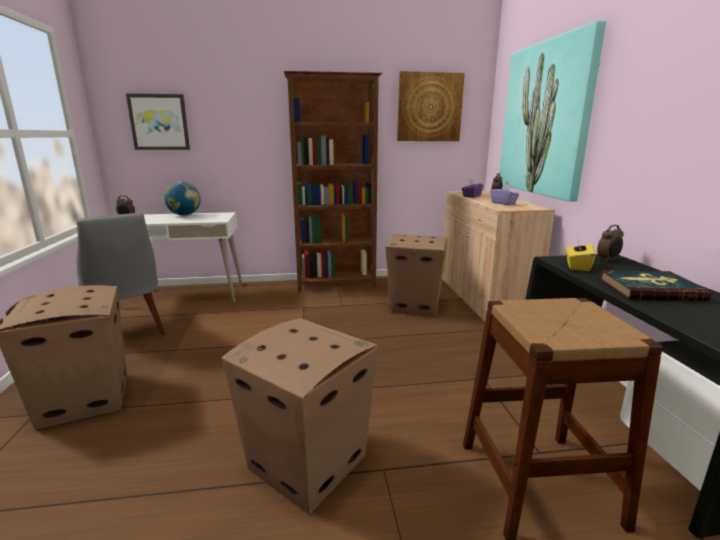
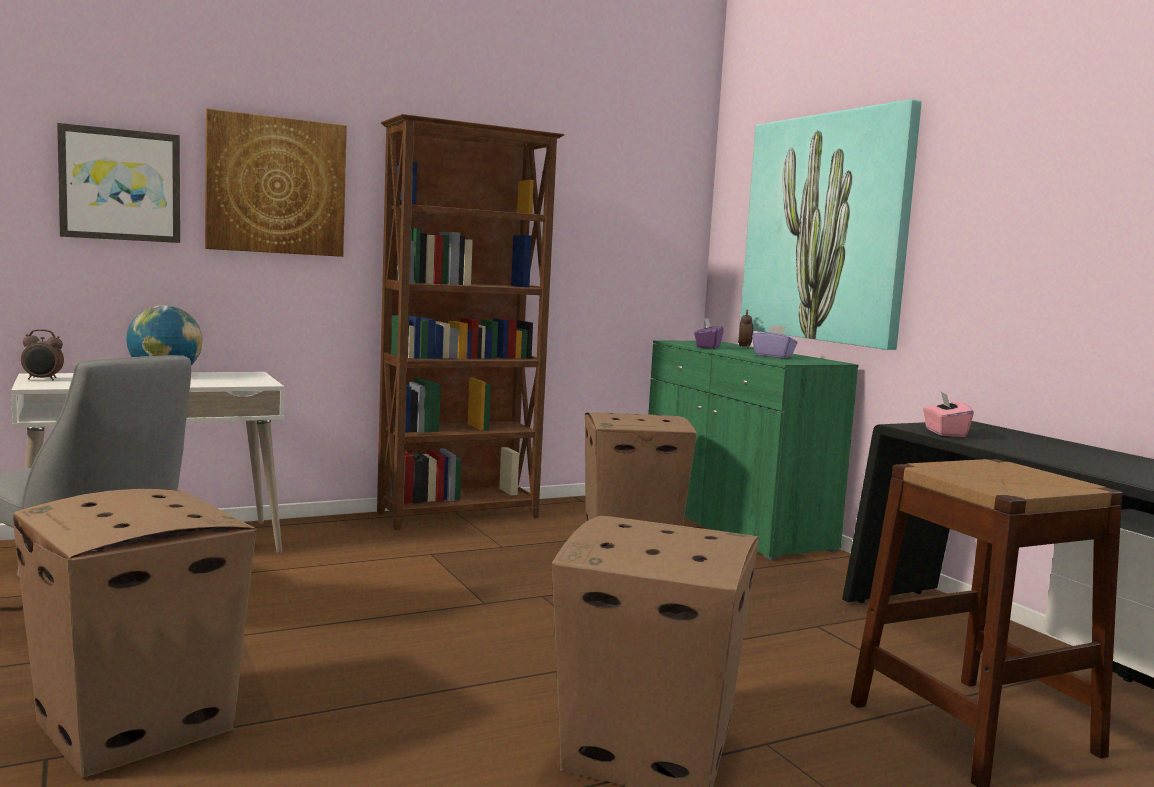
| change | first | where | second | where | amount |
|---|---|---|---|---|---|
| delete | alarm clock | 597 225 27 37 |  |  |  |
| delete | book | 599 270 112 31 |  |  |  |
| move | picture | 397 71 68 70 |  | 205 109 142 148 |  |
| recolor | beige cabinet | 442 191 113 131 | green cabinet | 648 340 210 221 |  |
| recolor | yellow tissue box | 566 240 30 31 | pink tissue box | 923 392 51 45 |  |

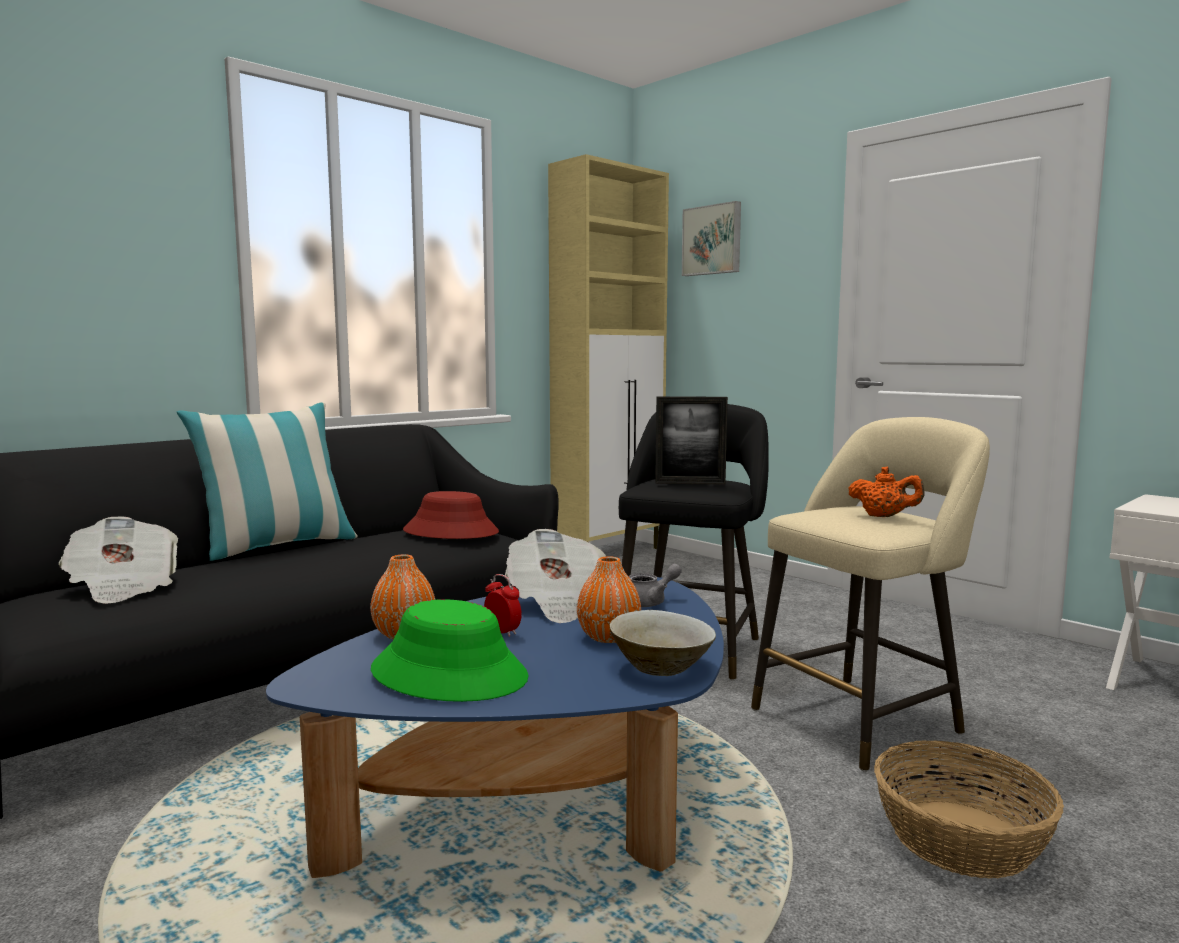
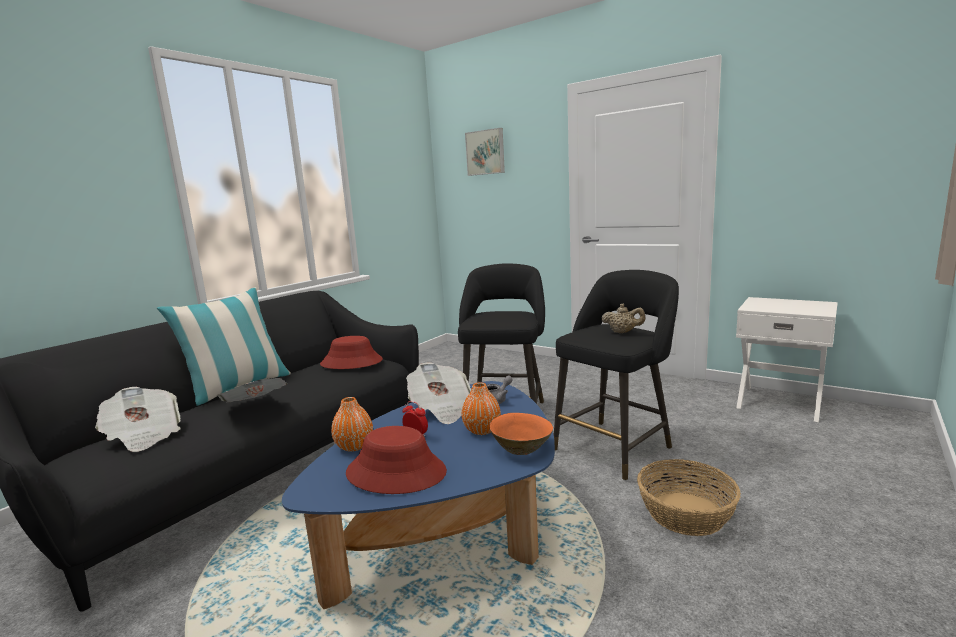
| change | first | where | second | where | amount |
|---|---|---|---|---|---|
| delete | beige cabinet | 548 154 121 395 |  |  |  |
| delete | picture frame | 655 396 73 89 |  |  |  |
| insert |  |  | newspaper | 216 378 72 24 |  |
| recolor | green hat | 371 599 158 103 | red hat | 346 426 101 68 |  |
| recolor | beige bowl | 609 610 107 66 | orange bowl | 489 413 64 42 |  |
| recolor | beige stool | 751 417 239 355 | black stool | 554 270 125 211 |  |
| recolor | orange teapot | 848 467 77 50 | beige teapot | 601 303 44 30 |  |

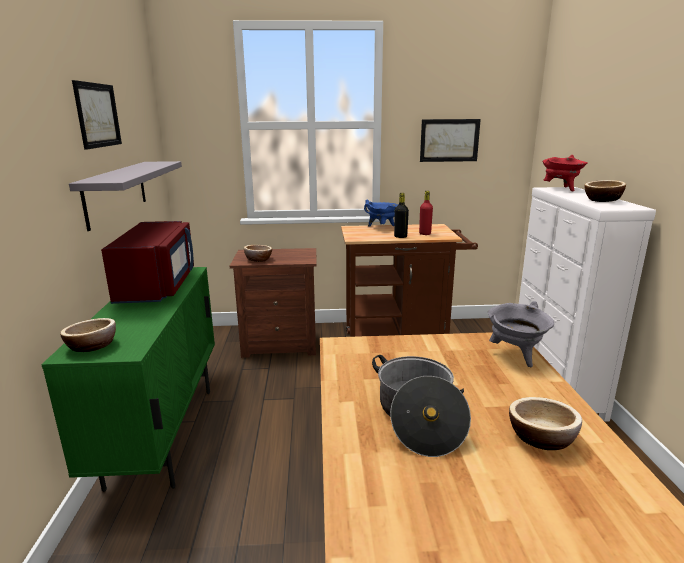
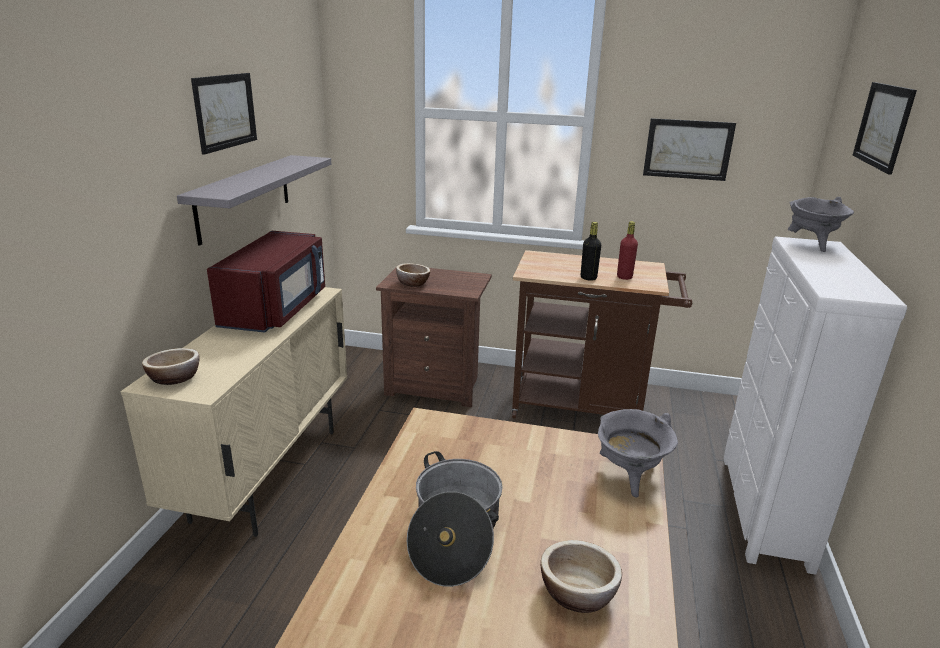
| change | first | where | second | where | amount |
|---|---|---|---|---|---|
| delete | blue cooking pot | 364 199 35 27 |  |  |  |
| delete | bowl | 584 180 42 22 |  |  |  |
| insert |  |  | picture | 852 82 65 93 |  |
| recolor | green cabinet | 41 267 174 225 | beige cabinet | 121 287 226 250 |  |
| recolor | red cooking pot | 542 155 46 37 | grey cooking pot | 788 197 66 55 |  |

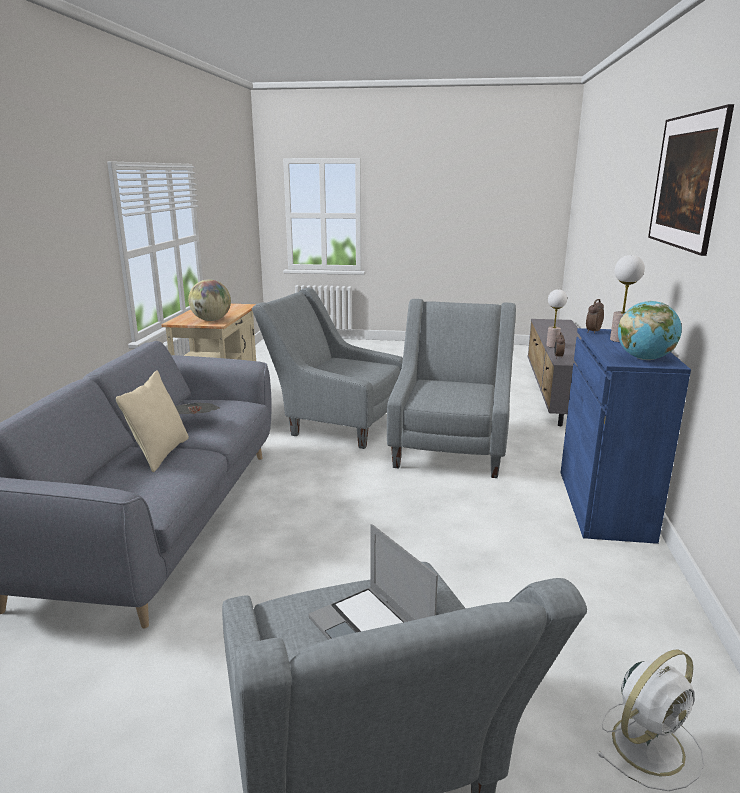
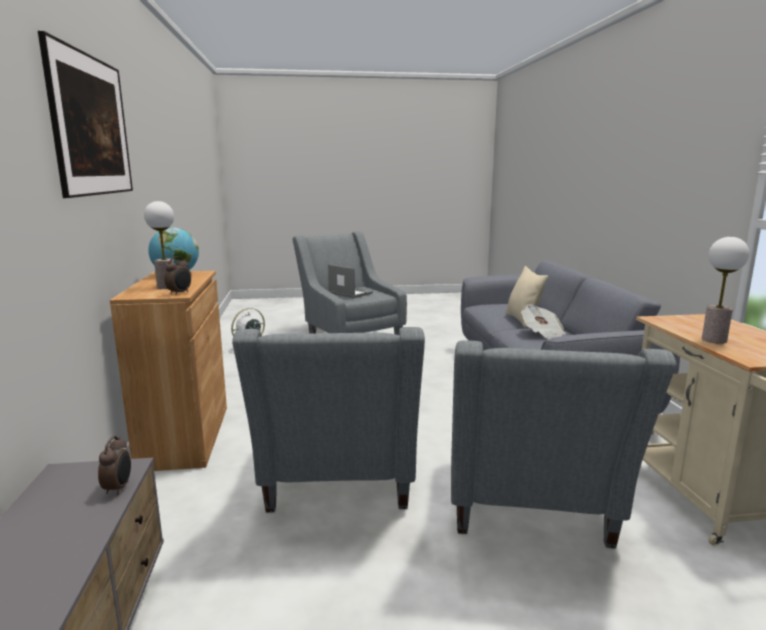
| change | first | where | second | where | amount |
|---|---|---|---|---|---|
| delete | globe | 188 279 43 42 |  |  |  |
| move | table lamp | 546 289 21 59 |  | 702 237 47 107 |  |
| recolor | blue cabinet | 561 328 130 216 | brown cabinet | 110 271 117 200 |  |
| rotate | grey armchair | 252 288 151 161 |  | 451 340 226 208 | 90 degrees clockwise |

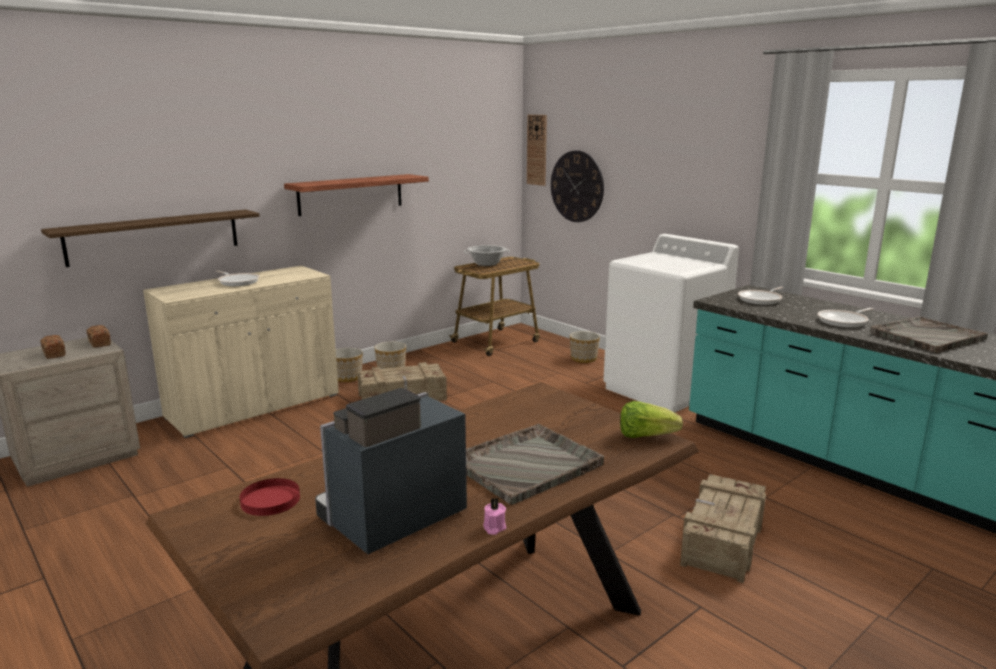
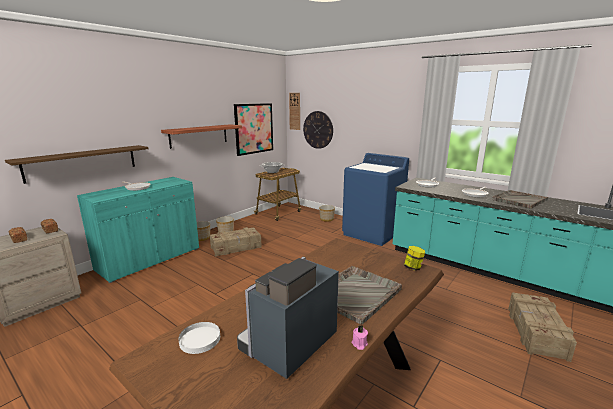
| change | first | where | second | where | amount |
|---|---|---|---|---|---|
| insert |  |  | picture | 234 103 39 53 |  |
| move | crate | 680 474 86 109 |  | 508 293 69 69 |  |
| replace | lettuce | 620 401 63 37 | jar | 404 246 21 25 |  |
| recolor | beige cabinet | 143 265 196 173 | turquoise cabinet | 77 177 122 106 |  |
| recolor | red plate | 240 478 60 38 | white plate | 178 322 42 32 |  |
| recolor | white washing machine | 603 234 136 179 | blue washing machine | 342 153 67 93 |  |

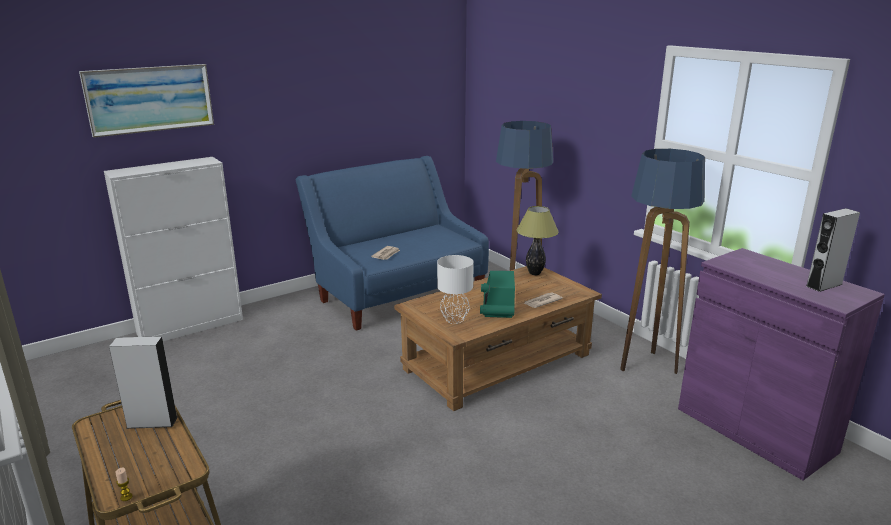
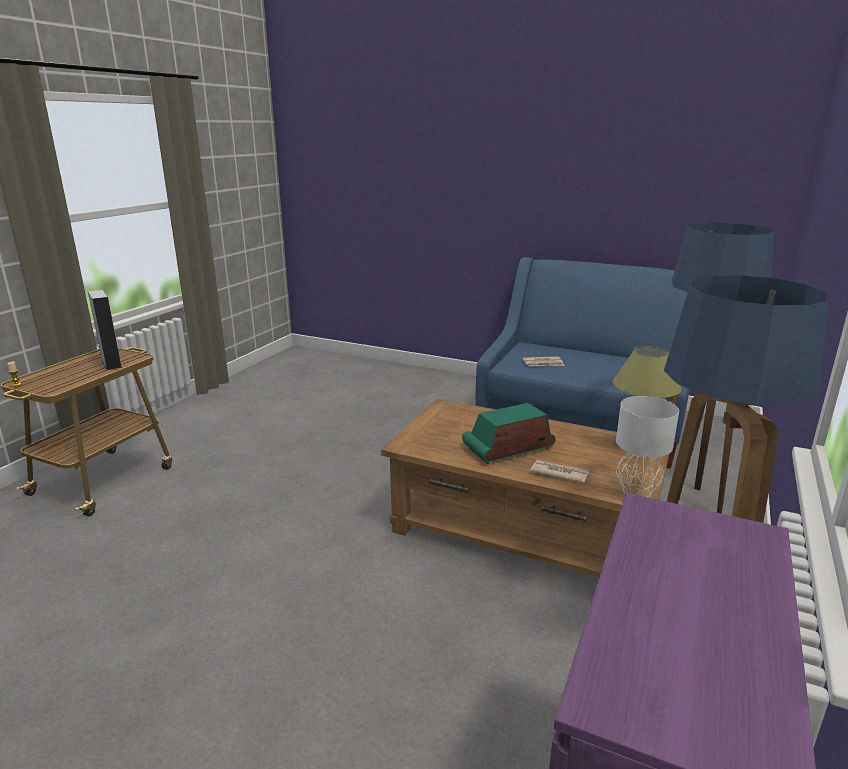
| change | first | where | second | where | amount |
|---|---|---|---|---|---|
| delete | picture | 79 64 135 74 |  |  |  |
| delete | white cabinet | 104 157 139 184 |  |  |  |
| delete | grey speaker | 806 208 54 84 |  |  |  |
| move | white table lamp | 437 255 37 69 |  | 616 396 63 101 |  |

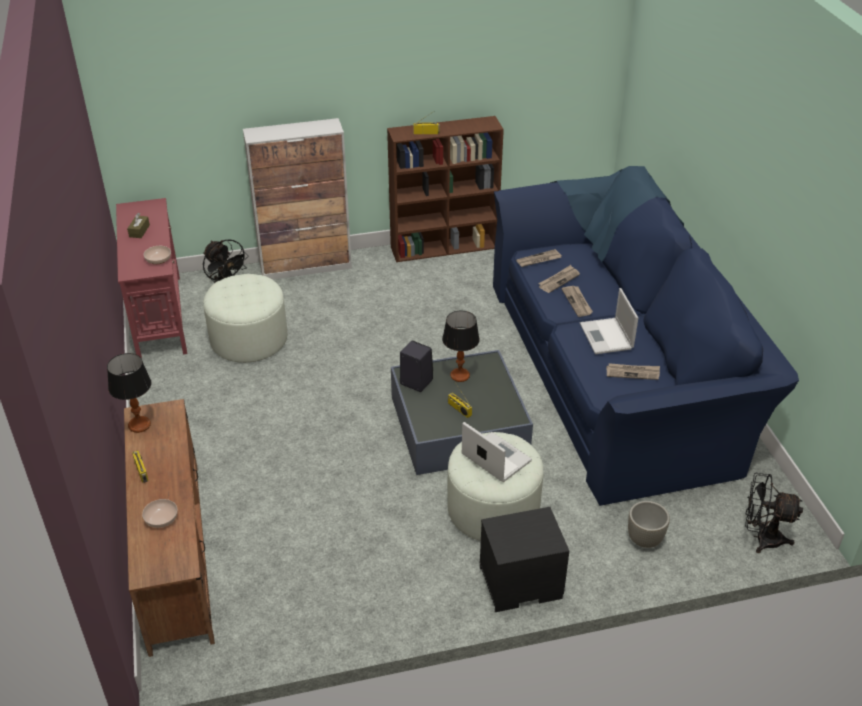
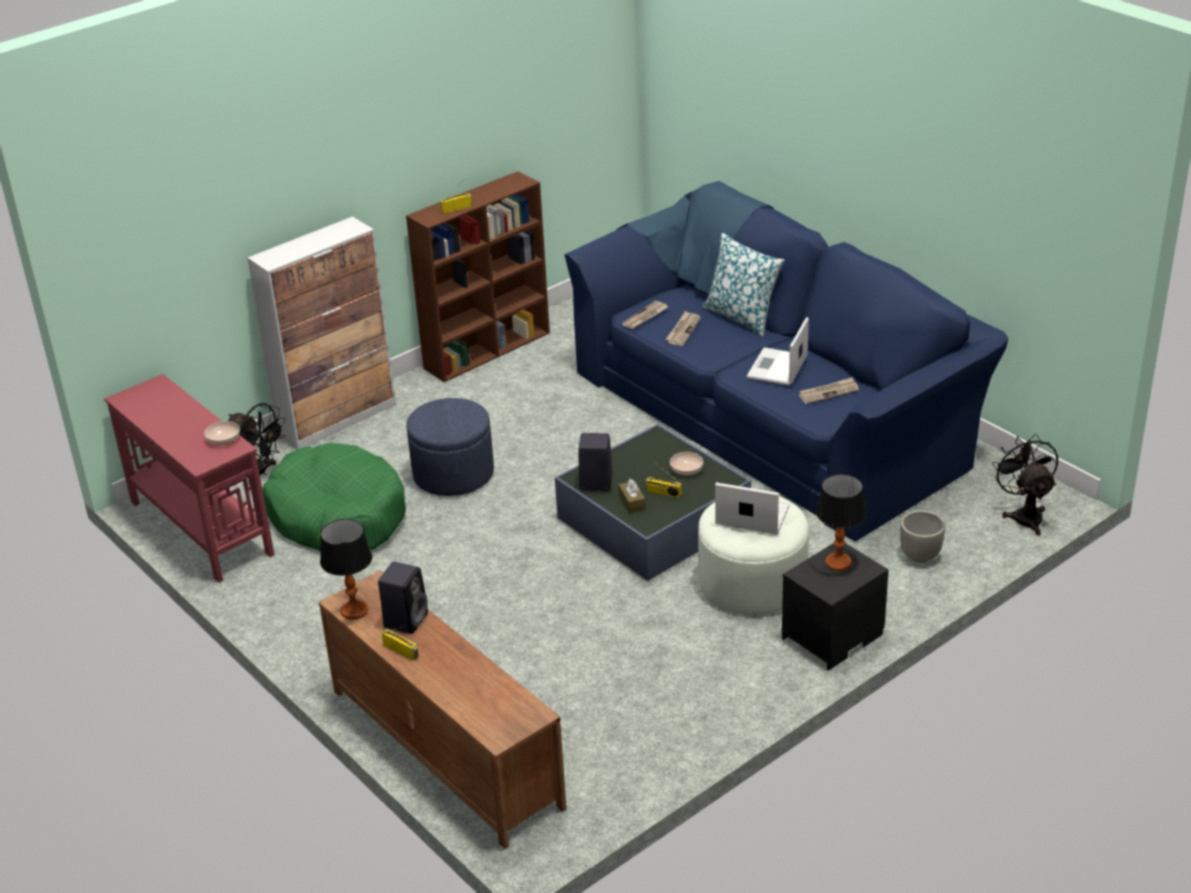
| change | first | where | second | where | amount |
|---|---|---|---|---|---|
| delete | newspaper | 561 286 32 31 |  |  |  |
| insert |  |  | black speaker | 378 562 50 72 |  |
| insert |  |  | blue ottoman | 406 398 88 98 |  |
| insert |  |  | pillow | 702 233 82 103 |  |
| move | brown tissue box | 127 213 23 25 |  | 618 479 28 34 |  |
| move | bowl | 142 499 36 29 |  | 670 452 33 24 |  |
| move | table lamp | 442 311 38 71 |  | 816 474 50 97 |  |
| replace | white ottoman | 203 274 84 89 | green dog bed | 262 443 144 108 |  |
| rotate | laptop | 580 288 58 66 |  | 747 317 62 69 | 60 degrees clockwise |
| rotate | black fan | 745 473 58 80 |  | 992 434 66 102 | 90 degrees clockwise |

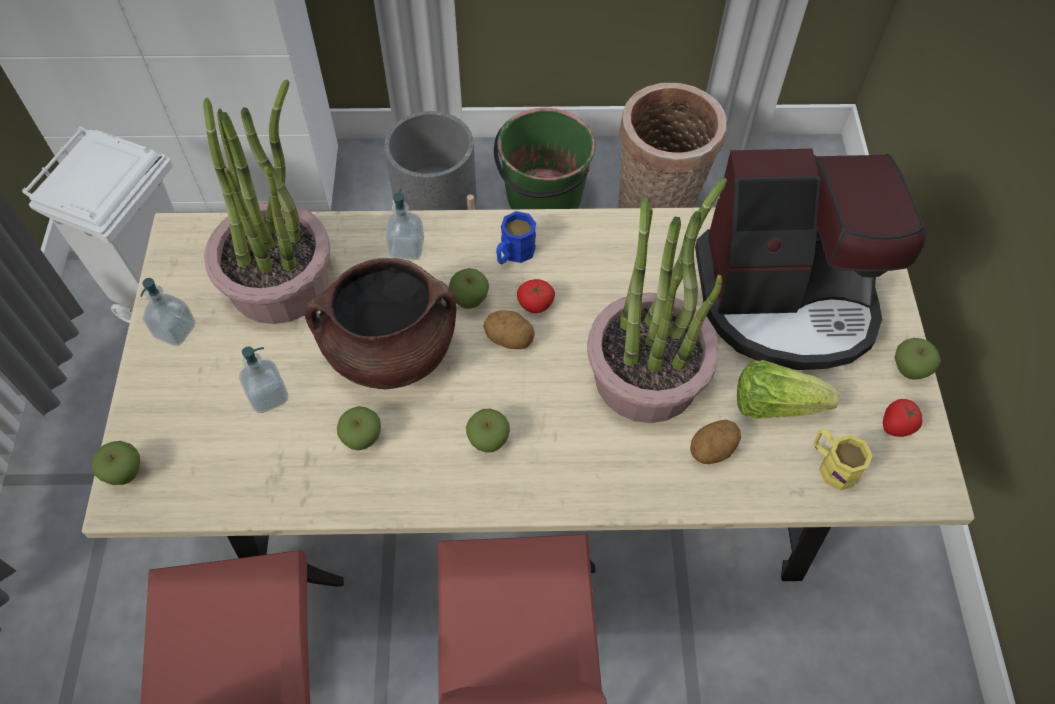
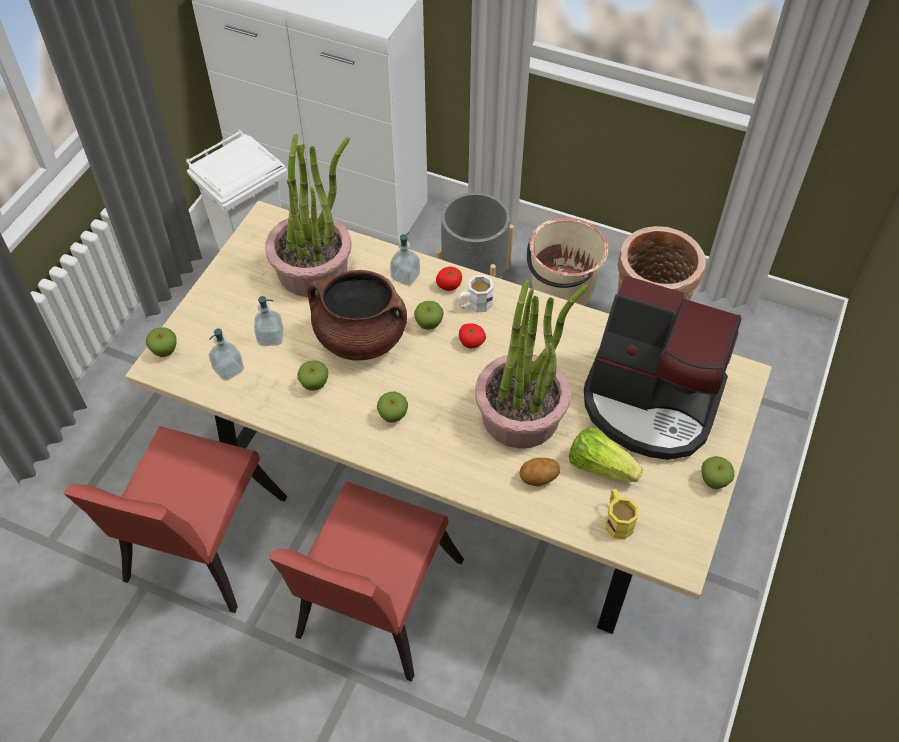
| change | first | where | second | where | amount |
|---|---|---|---|---|---|
| delete | potato | 483 310 52 39 |  |  |  |
| move | soap dispenser | 140 278 55 68 |  | 209 328 35 53 |  |
| move | tomato | 883 399 40 38 |  | 436 267 26 24 |  |
| recolor | green bucket | 494 108 102 101 | beige bucket | 527 217 81 89 |  |
| recolor | blue mug | 496 211 40 53 | white mug | 458 275 35 38 |  |

